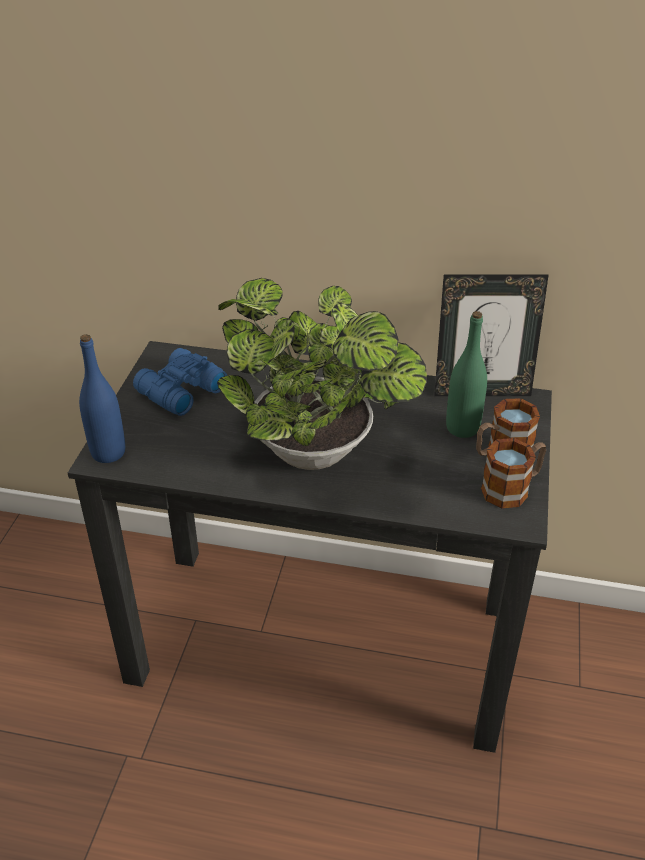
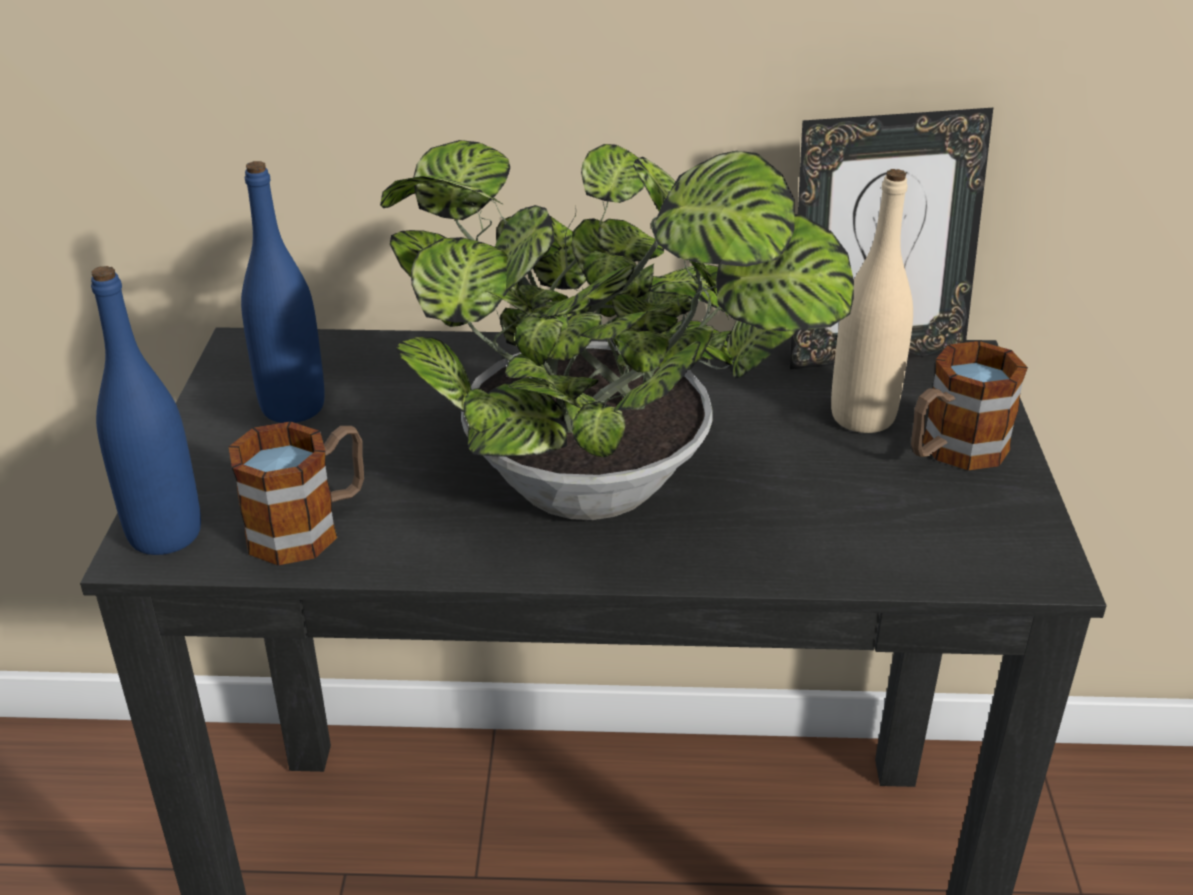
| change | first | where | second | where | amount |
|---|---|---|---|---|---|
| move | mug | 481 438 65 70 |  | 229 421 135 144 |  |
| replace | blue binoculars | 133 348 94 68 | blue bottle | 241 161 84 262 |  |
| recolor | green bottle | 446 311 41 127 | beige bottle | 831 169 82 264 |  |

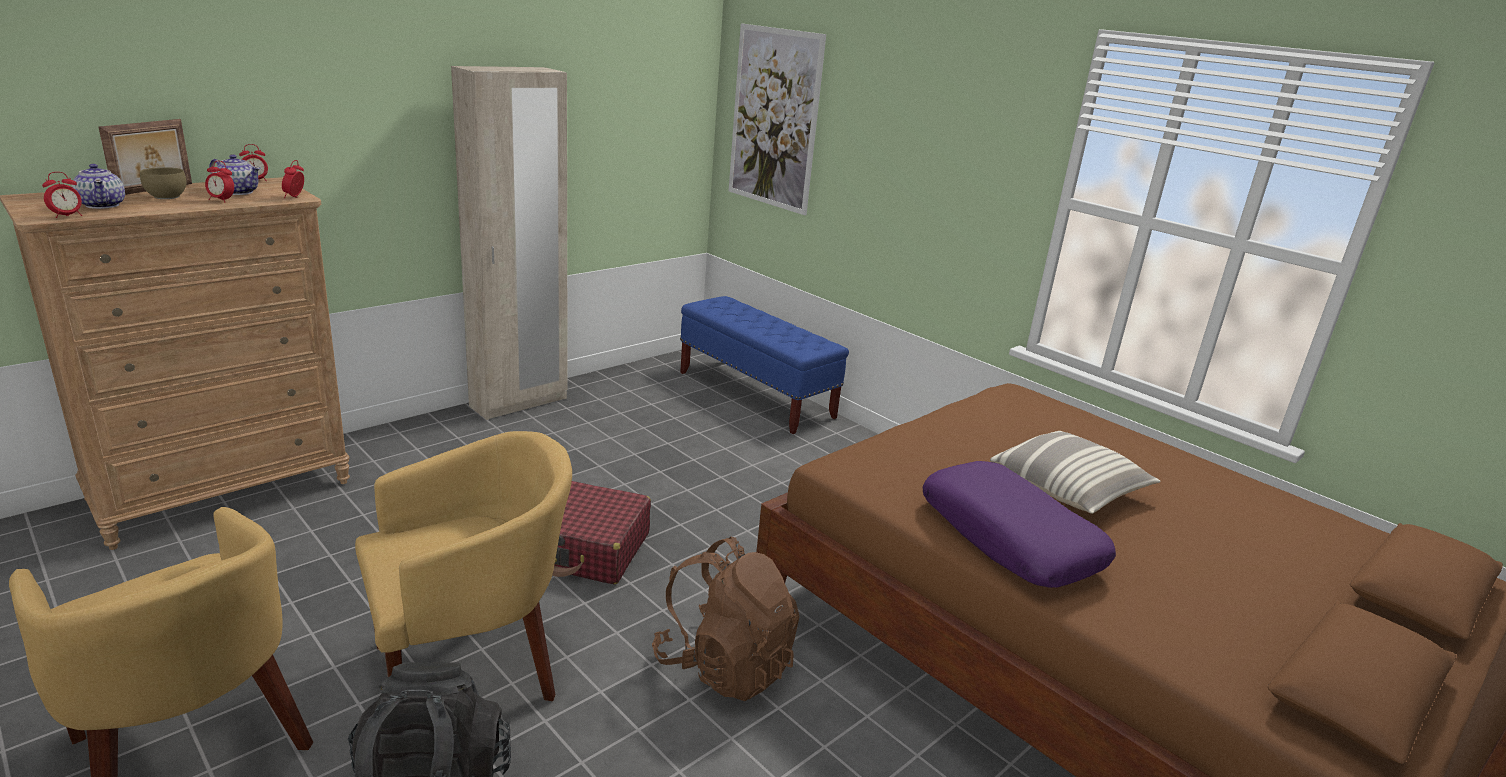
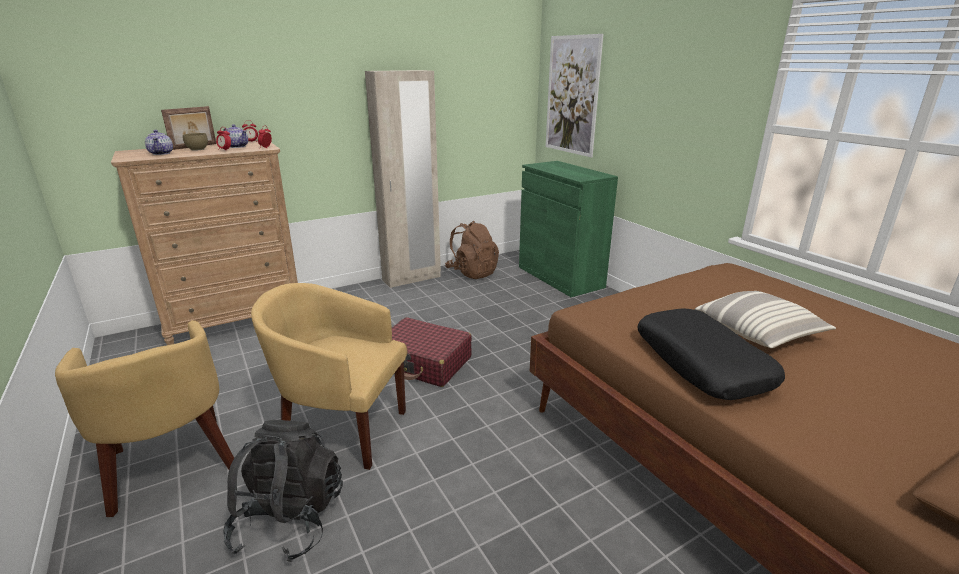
| change | first | where | second | where | amount |
|---|---|---|---|---|---|
| delete | alarm clock | 42 172 40 46 |  |  |  |
| move | brown backpack | 652 536 148 165 |  | 445 221 54 58 |  |
| replace | blue bench | 680 296 169 138 | green cabinet | 519 161 99 136 |  |
| recolor | purple pillow | 923 461 193 127 | black pillow | 638 308 147 92 |  |
| rotate | yellow armchair | 355 431 217 270 |  | 251 283 156 187 | 150 degrees counterclockwise |

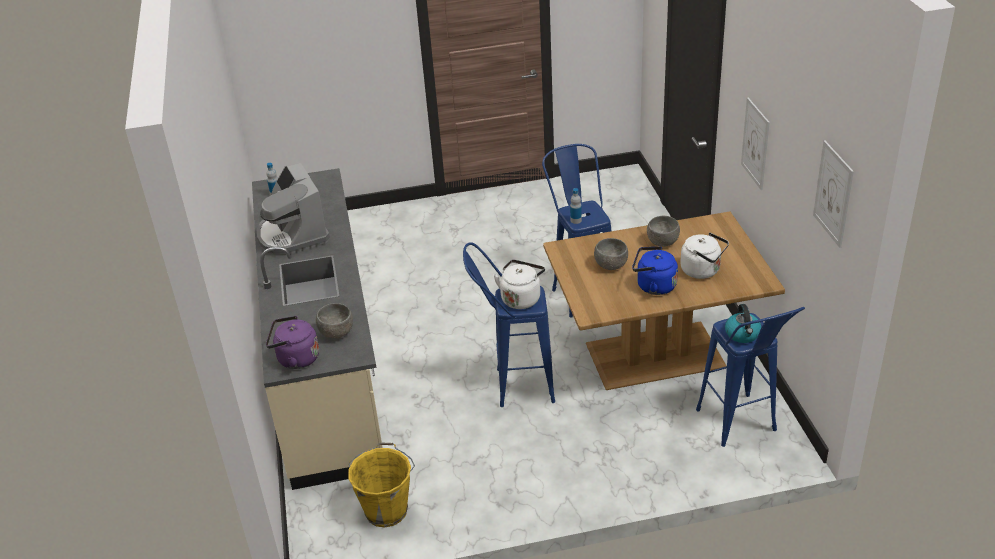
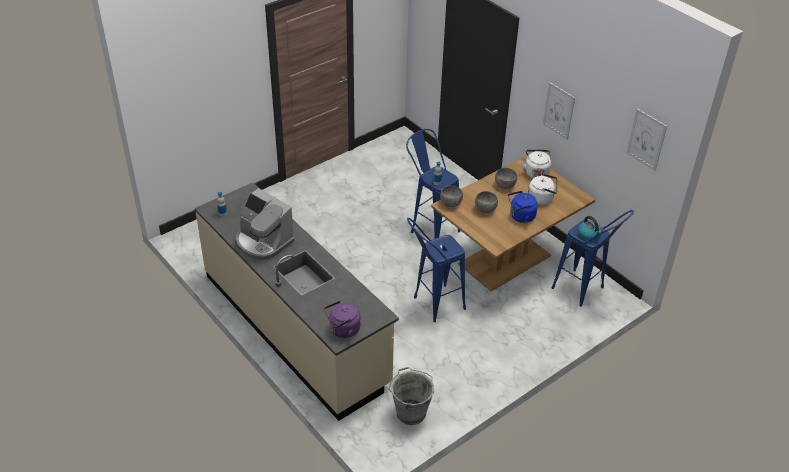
| change | first | where | second | where | amount |
|---|---|---|---|---|---|
| move | grey bowl | 316 303 37 36 |  | 440 185 23 22 |  |
| move | white kettle | 493 260 52 49 |  | 521 150 30 28 |  |
| recolor | yellow bucket | 348 442 67 86 | grey bucket | 389 367 45 58 |  |

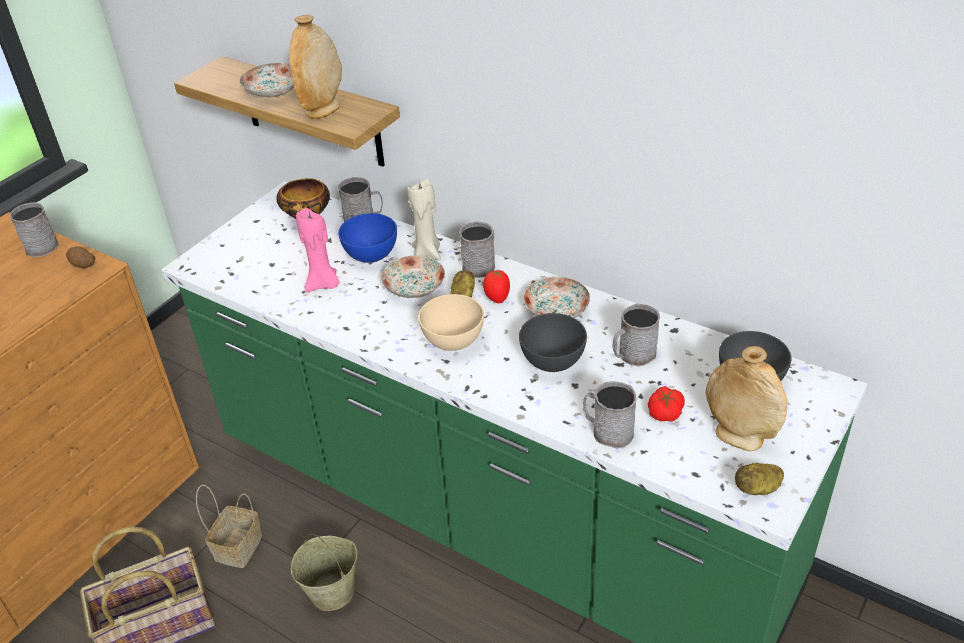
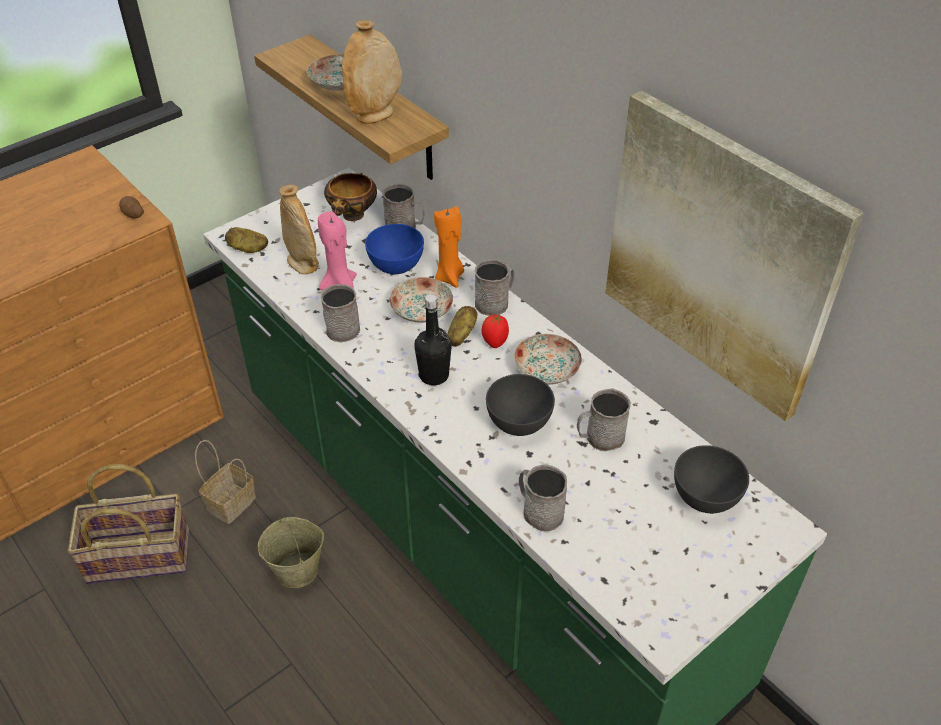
| change | first | where | second | where | amount |
|---|---|---|---|---|---|
| delete | tomato | 648 386 37 36 |  |  |  |
| insert |  |  | picture | 605 90 259 331 |  |
| move | grey mug | 10 202 49 55 |  | 321 284 39 58 |  |
| move | beige vase | 706 346 82 105 |  | 279 185 40 89 |  |
| move | potato | 735 463 49 32 |  | 225 227 43 26 |  |
| replace | beige bowl | 418 294 66 57 | black bottle | 414 294 38 91 |  |
| recolor | beige candle | 407 179 34 81 | orange candle | 434 206 30 82 |  |

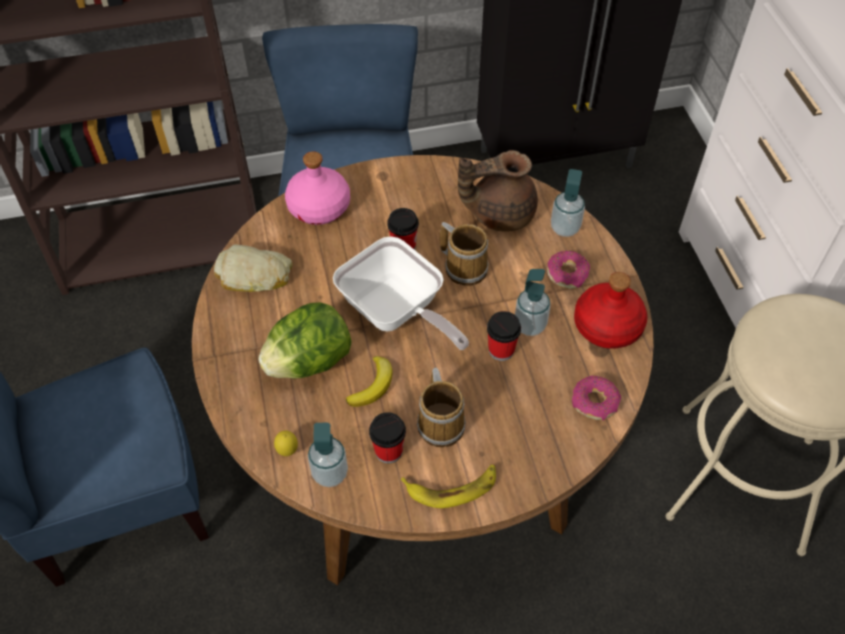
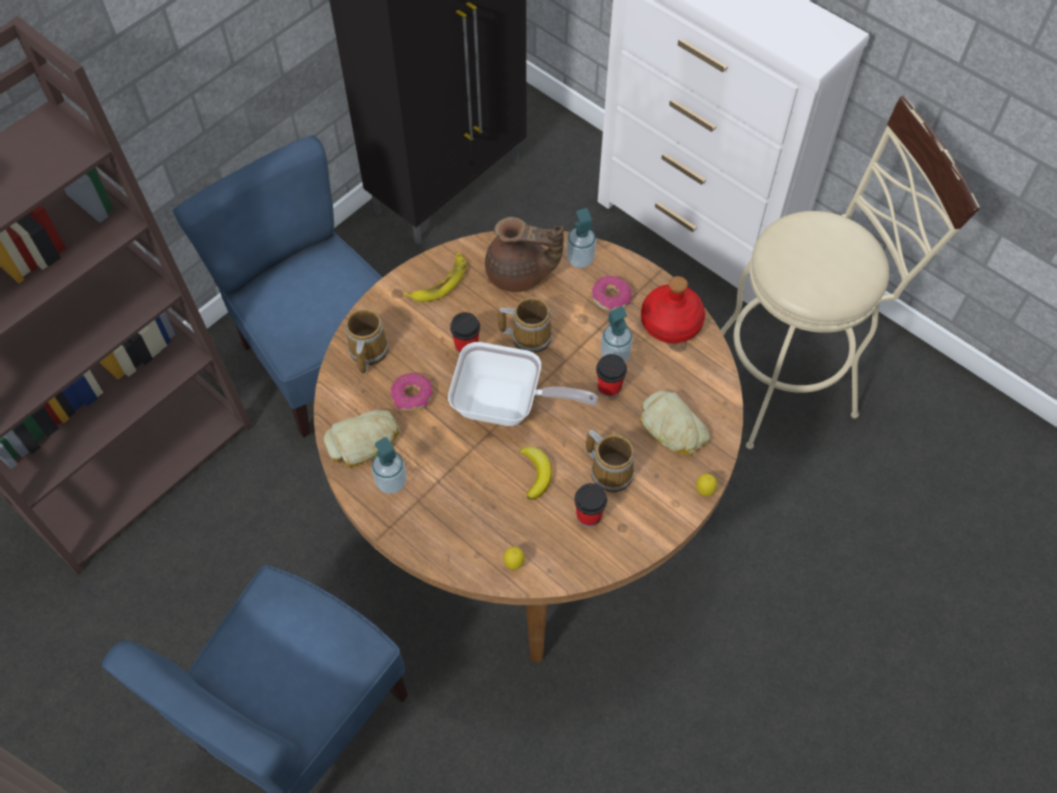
| change | first | where | second | where | amount |
|---|---|---|---|---|---|
| delete | lettuce | 258 302 93 77 |  |  |  |
| insert |  |  | bread | 639 391 71 65 |  |
| insert |  |  | lemon | 696 474 21 22 |  |
| move | soap dispenser | 308 423 40 64 |  | 372 437 35 57 |  |
| move | banana | 401 464 95 44 |  | 403 253 64 49 |  |
| move | donut | 572 376 49 44 |  | 391 373 42 38 |  |
| replace | pink bottle | 285 151 65 74 | mug | 345 309 44 65 |  |
| rotate | brown teapot | 458 150 80 82 |  | 485 217 79 75 | 120 degrees counterclockwise |

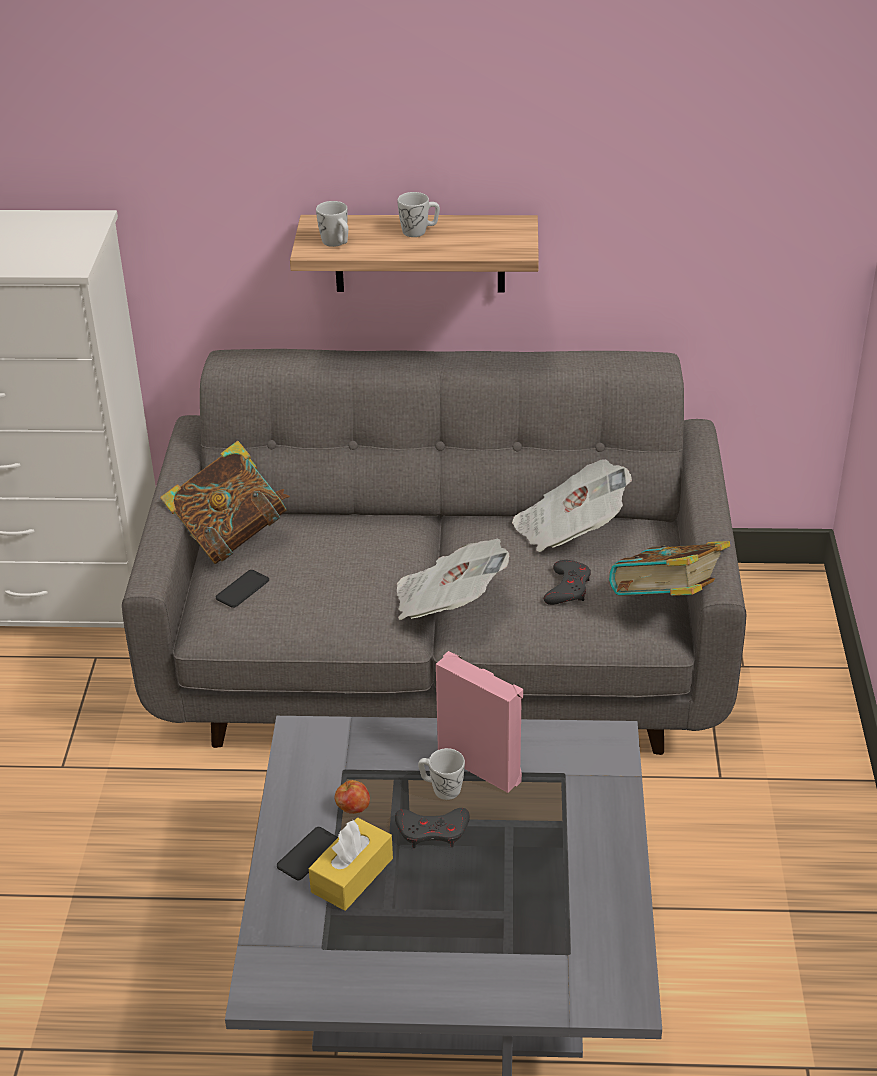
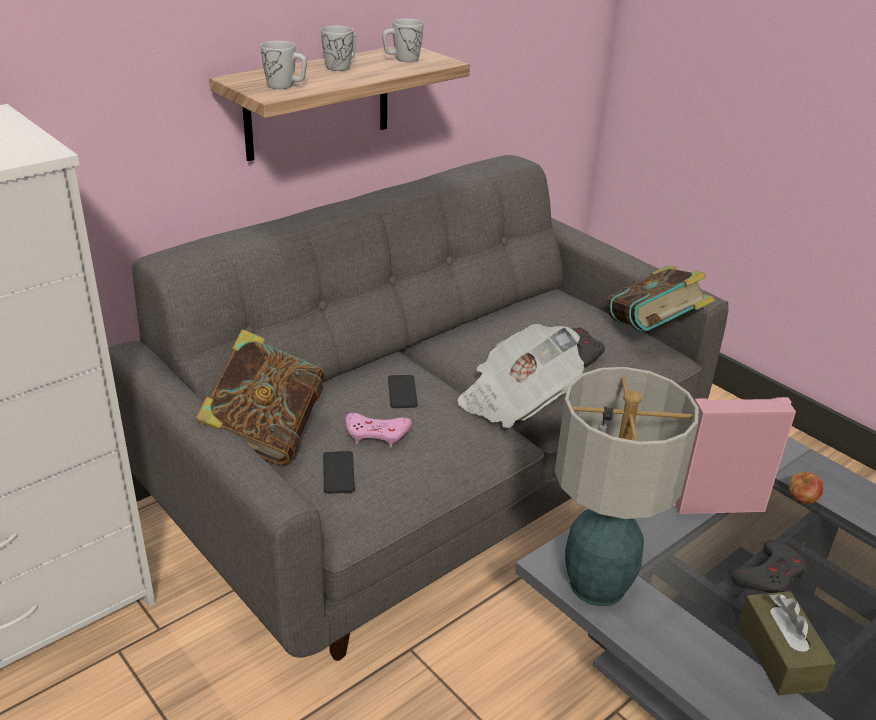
| change | first | where | second | where | amount |
|---|---|---|---|---|---|
| delete | newspaper | 512 459 120 93 |  |  |  |
| insert |  |  | pink game controller | 345 413 67 34 |  |
| insert |  |  | table lamp | 555 367 144 240 |  |
| move | phone | 277 827 61 53 |  | 388 375 30 33 |  |
| move | apple | 335 780 35 34 |  | 789 472 34 32 |  |
| move | white mug | 418 748 47 52 |  | 382 19 42 43 |  |
| recolor | yellow tissue box | 308 818 85 93 | brown tissue box | 739 591 97 105 |  |

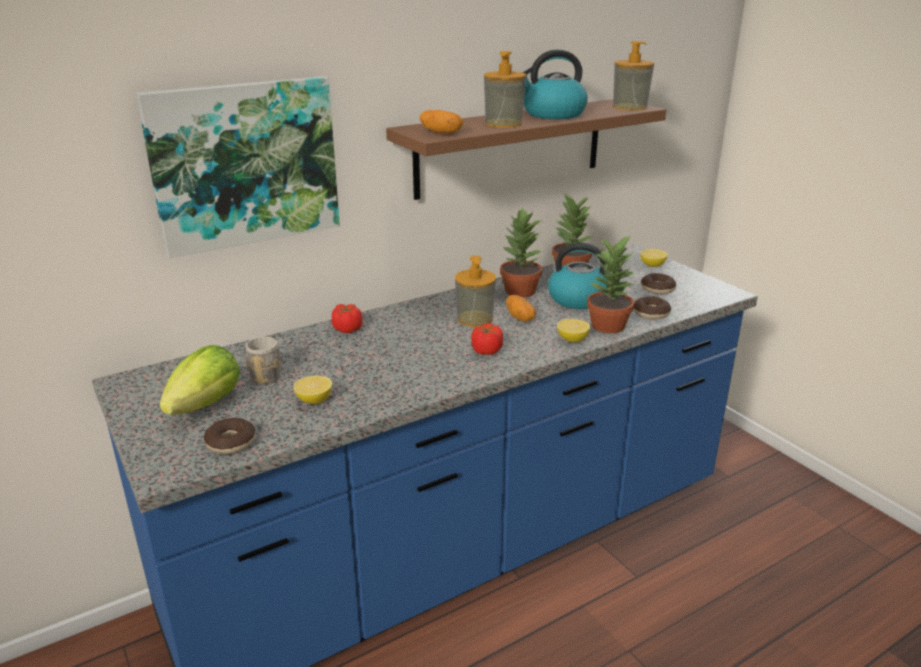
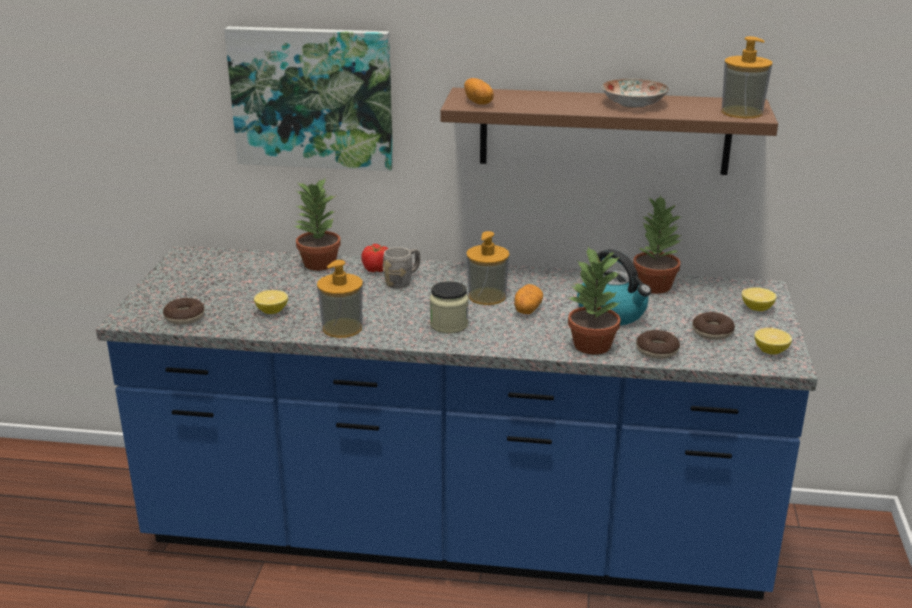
| change | first | where | second | where | amount |
|---|---|---|---|---|---|
| delete | lettuce | 160 345 80 70 |  |  |  |
| move | grey mug | 245 335 36 49 |  | 383 247 37 42 |  |
| move | soap dispenser | 484 51 42 76 |  | 317 260 46 78 |  |
| move | potted plant | 500 207 42 90 |  | 293 177 48 94 |  |
| move | lemon | 557 319 33 23 |  | 754 328 38 27 |  |
| replace | tomato | 471 323 32 32 | jar | 430 281 38 53 |  |
| replace | kettle | 522 50 66 69 | plate | 602 78 67 30 |  |

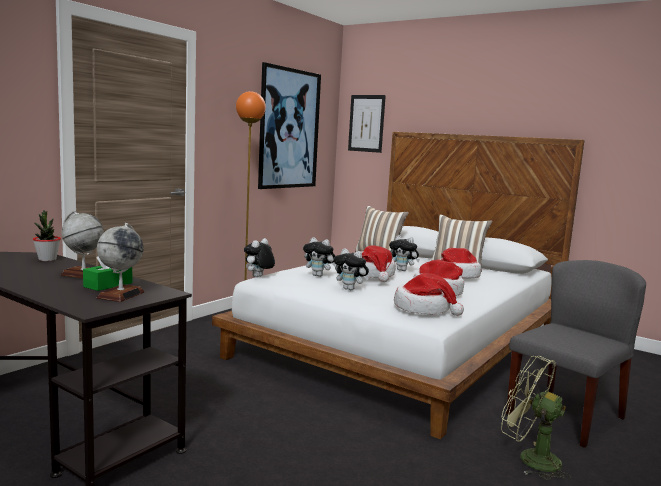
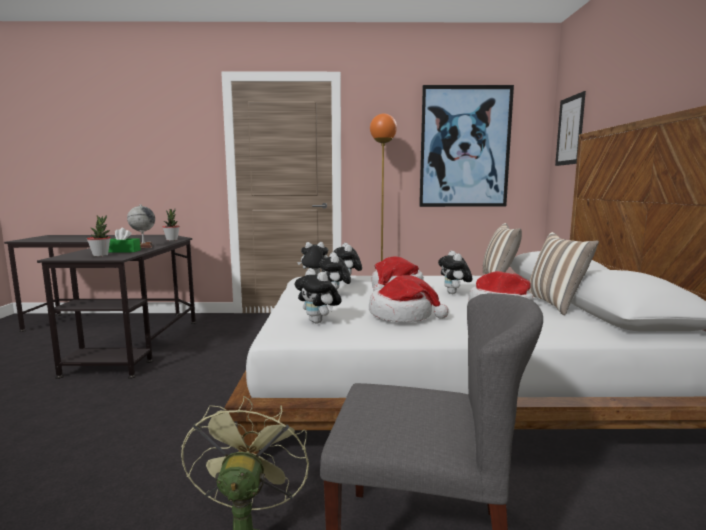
| change | first | where | second | where | amount |
|---|---|---|---|---|---|
| replace | globe | 97 223 48 79 | potted plant | 87 215 24 41 |  |
| replace | hat | 394 273 70 43 | plush toy | 295 268 47 55 |  |

